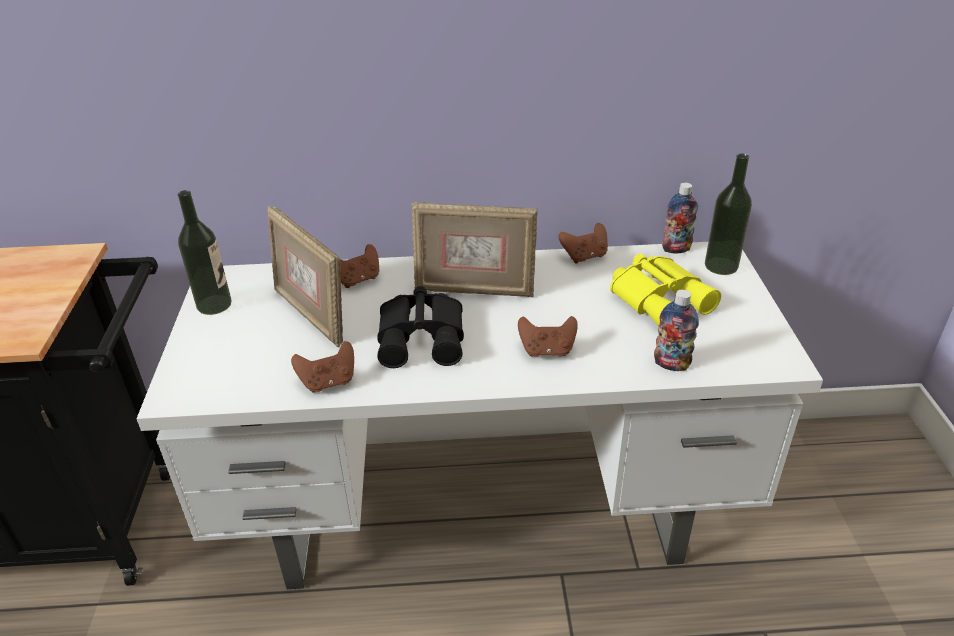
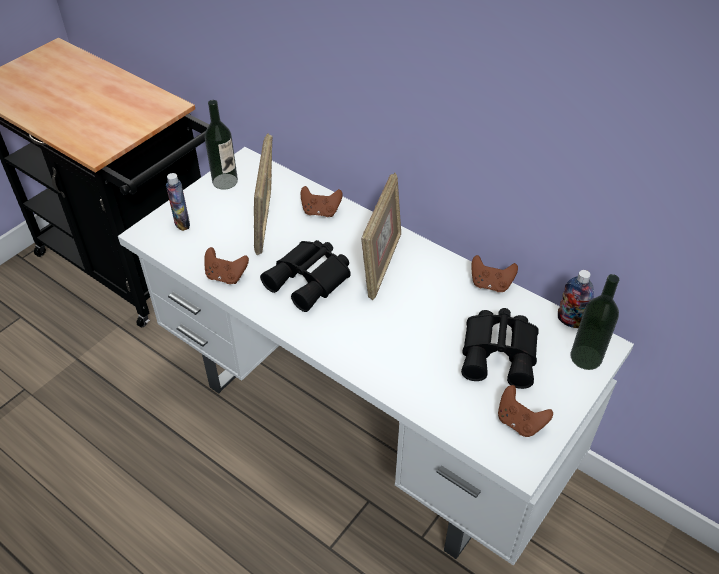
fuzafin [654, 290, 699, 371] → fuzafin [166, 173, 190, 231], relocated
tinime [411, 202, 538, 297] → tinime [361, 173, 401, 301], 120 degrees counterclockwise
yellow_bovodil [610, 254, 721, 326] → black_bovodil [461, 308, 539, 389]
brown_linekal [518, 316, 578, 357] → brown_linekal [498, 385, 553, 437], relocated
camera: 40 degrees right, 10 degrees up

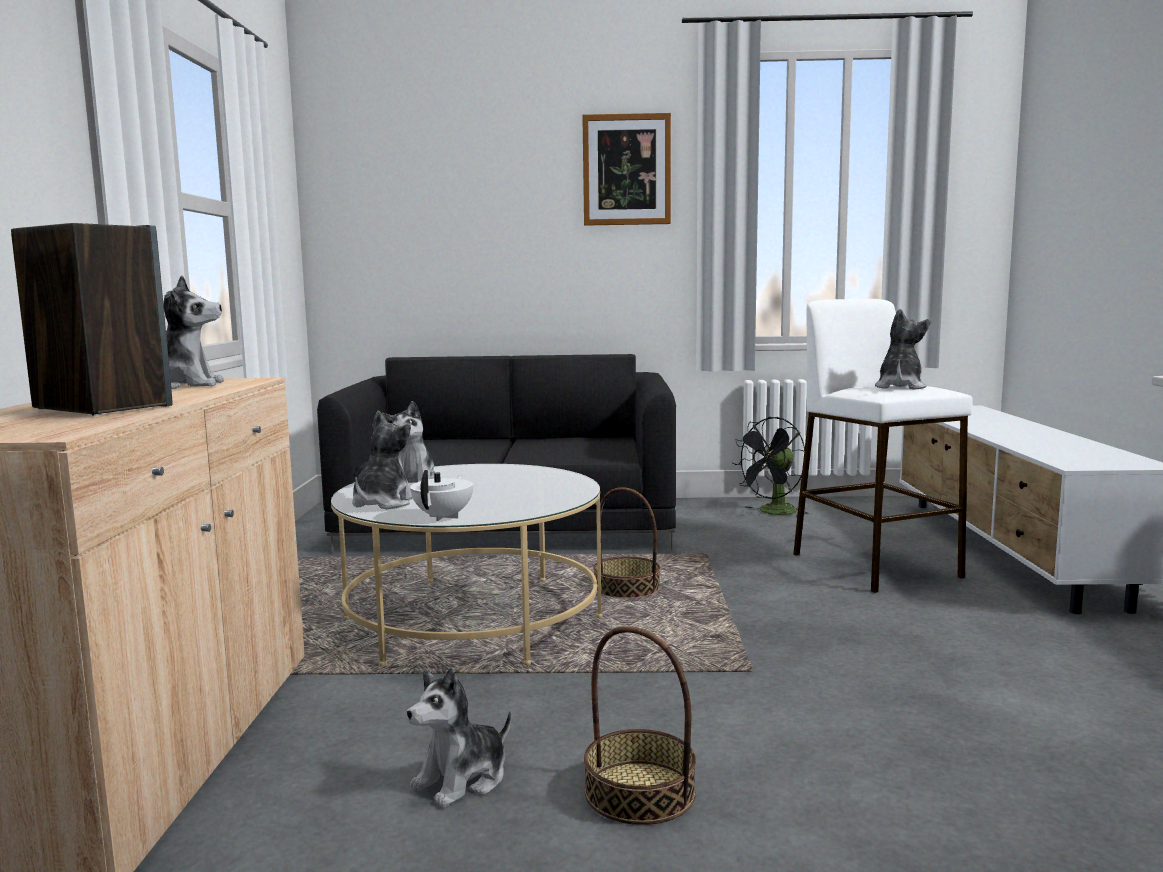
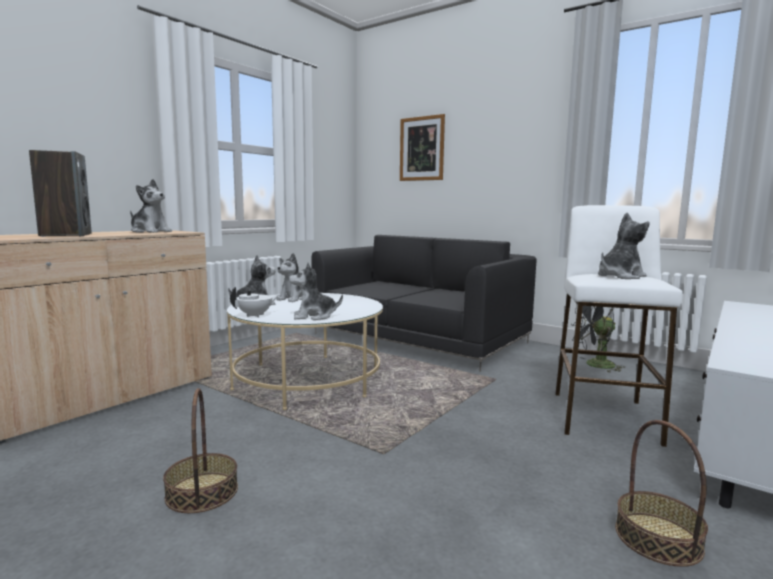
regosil [407, 668, 511, 808] → regosil [289, 262, 343, 320], relocated
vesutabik [582, 113, 671, 226] → vesutabik [400, 114, 445, 181], relocated
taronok [593, 487, 660, 598] → taronok [615, 420, 708, 567], relocated
camera: 35 degrees right, 0 degrees up

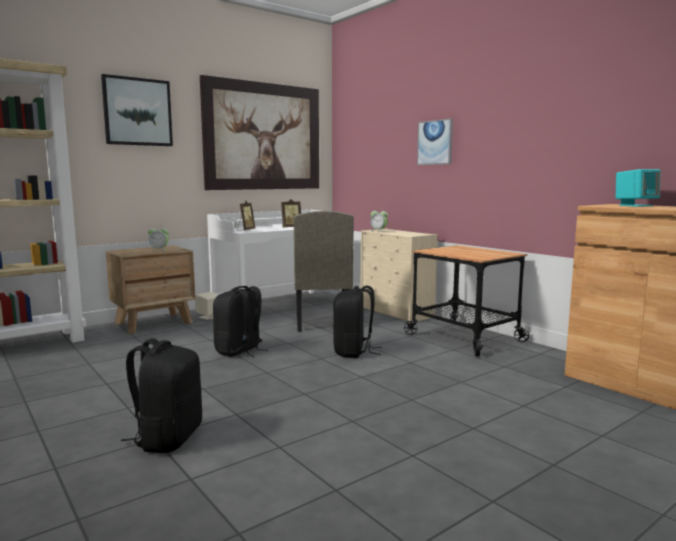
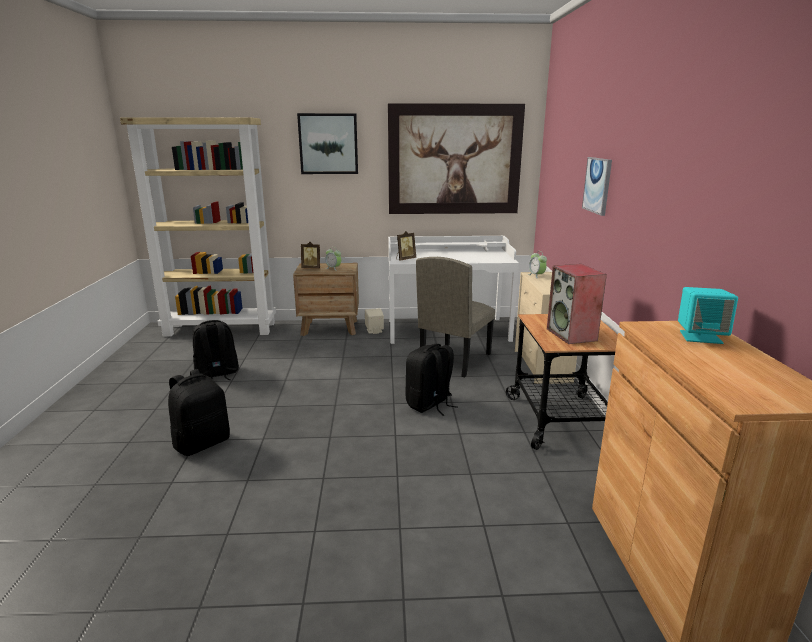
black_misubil [213, 286, 268, 357] → black_misubil [193, 320, 239, 380], relocated
tinime [281, 199, 301, 227] → tinime [301, 242, 320, 269], relocated
- → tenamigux [547, 264, 607, 344]
camera: 35 degrees right, 10 degrees up

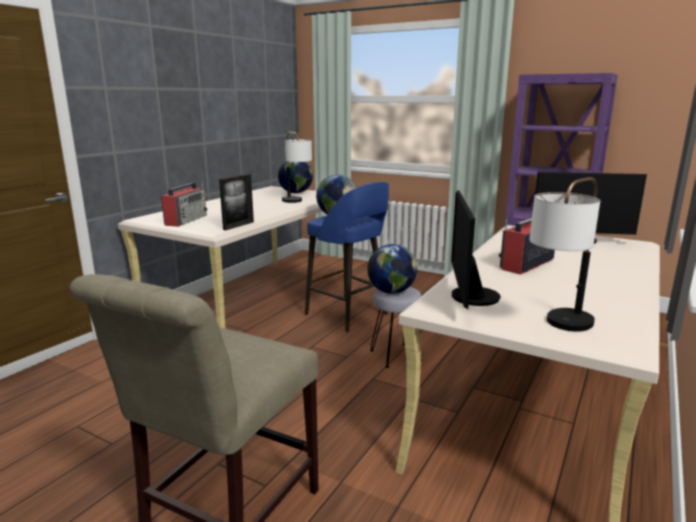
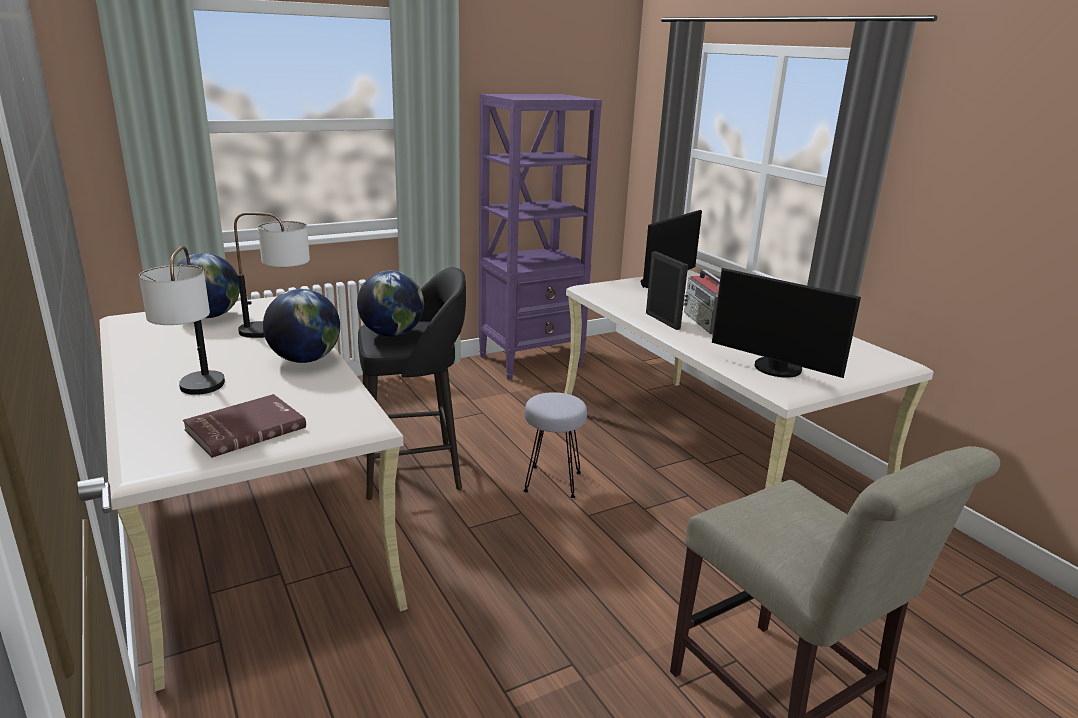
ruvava [530, 177, 600, 332] → ruvava [139, 246, 225, 395], relocated
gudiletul [161, 181, 208, 227] → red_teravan [183, 394, 306, 458]
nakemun [367, 244, 417, 294] → nakemun [263, 289, 340, 363], relocated
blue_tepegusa [305, 182, 389, 332] → black_tepegusa [358, 267, 466, 500]
tinime [219, 174, 254, 230] → tinime [646, 251, 688, 330], relocated
camera: 60 degrees left, 5 degrees up

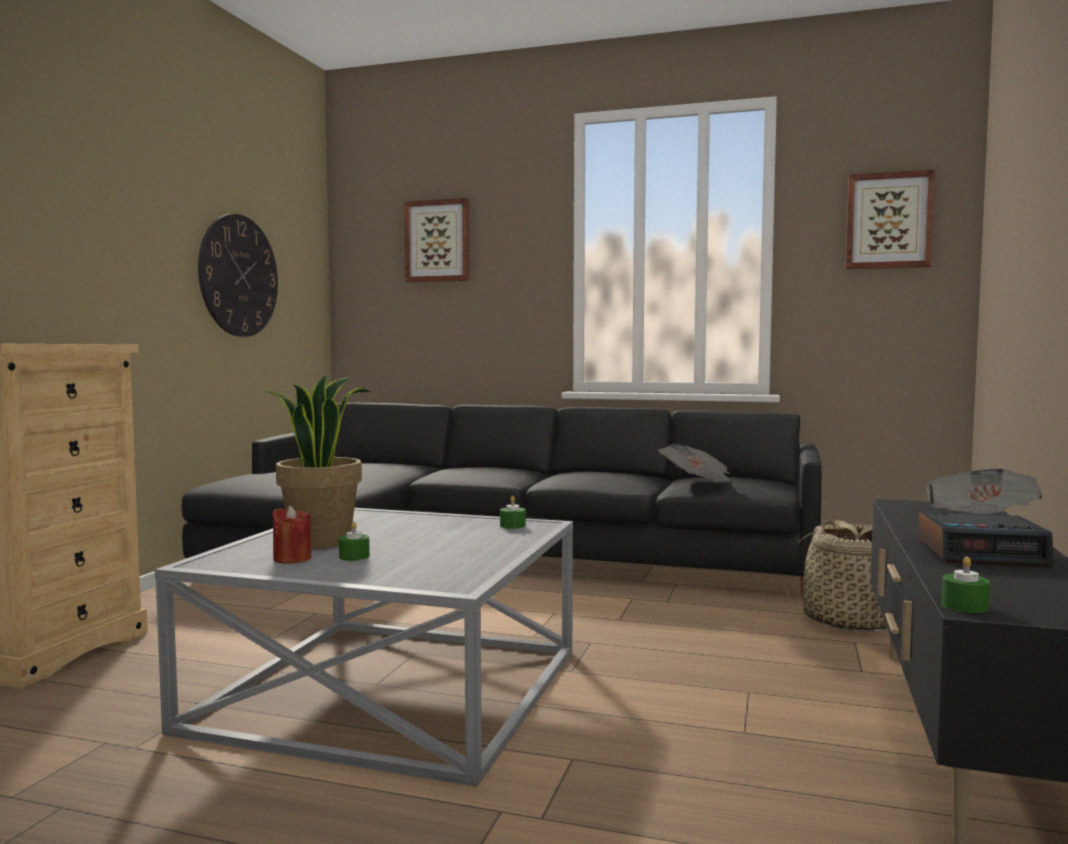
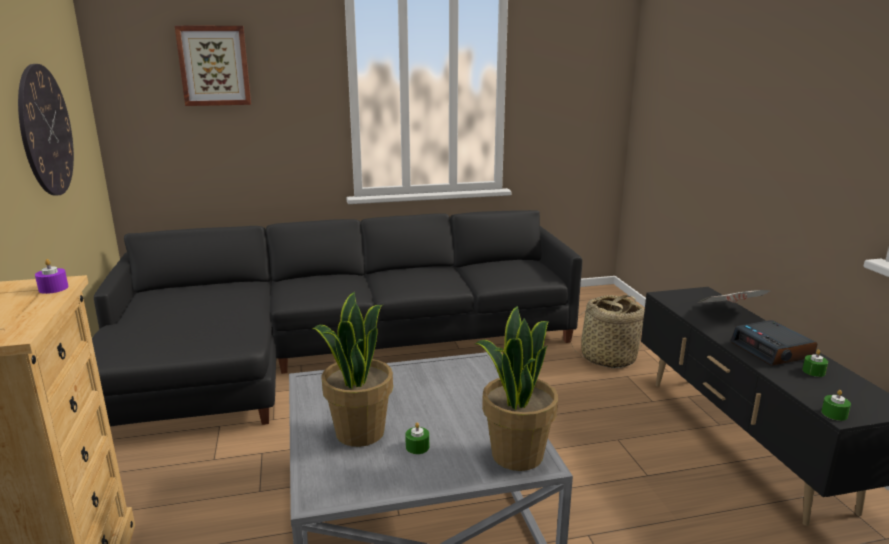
- → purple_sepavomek [35, 259, 68, 294]
- → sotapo [475, 306, 558, 471]
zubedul [918, 512, 1054, 567] → zubedul [731, 320, 817, 366], 90 degrees clockwise
green_sepavomek [500, 496, 525, 529] → green_sepavomek [802, 350, 828, 377], relocated
red_sepavomek [272, 506, 311, 564] → -
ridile [658, 444, 730, 480] → -
vesutabik [845, 169, 935, 270] → -
camera: 30 degrees left, 15 degrees up

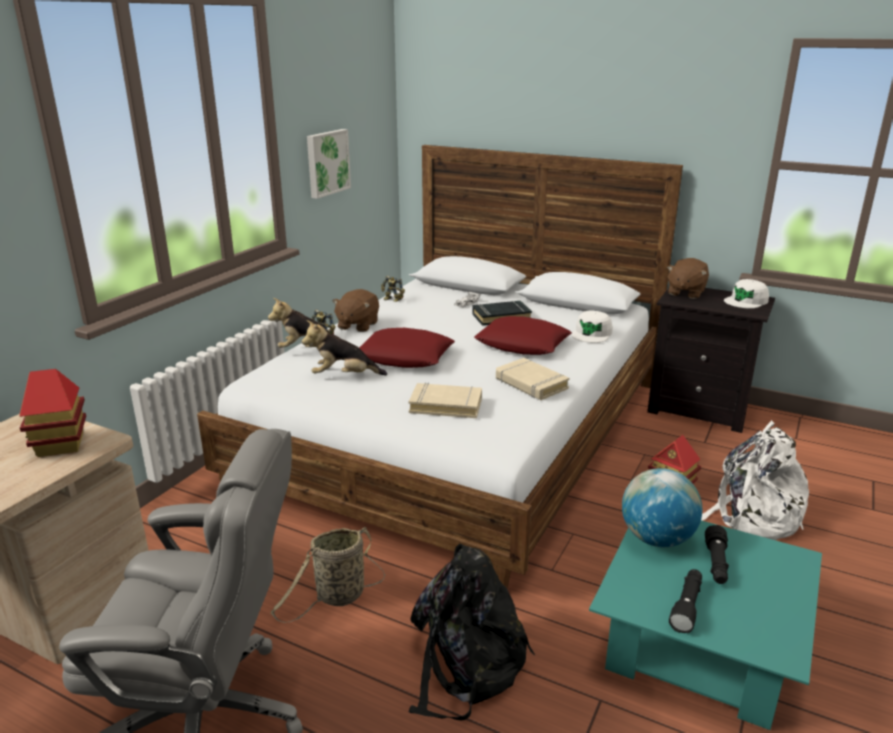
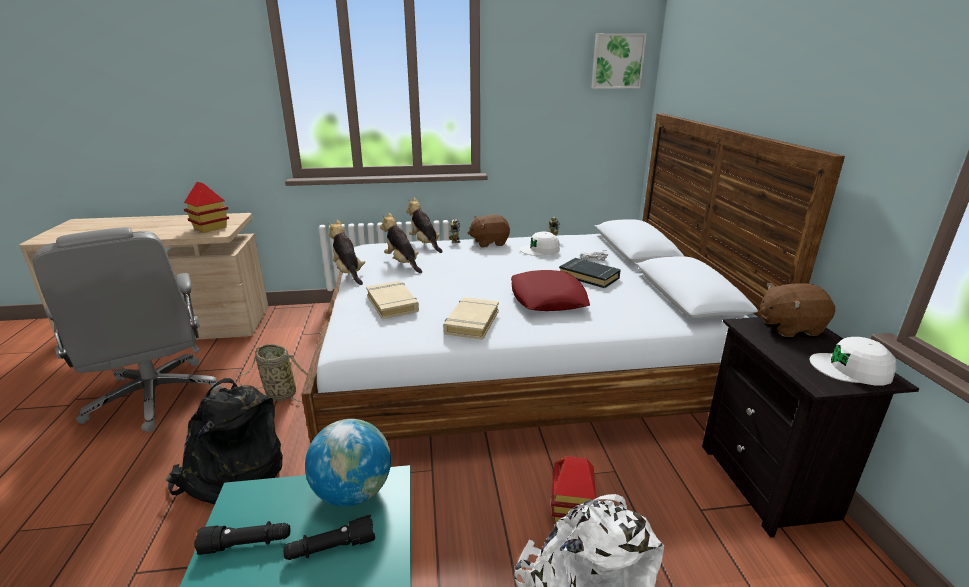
- → regosil [328, 220, 365, 285]
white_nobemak [571, 310, 613, 343] → white_nobemak [520, 232, 560, 256], relocated
vesutabik [307, 129, 351, 199] → vesutabik [591, 33, 647, 89], relocated
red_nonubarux [359, 328, 455, 368] → -
camera: 55 degrees right, 0 degrees up

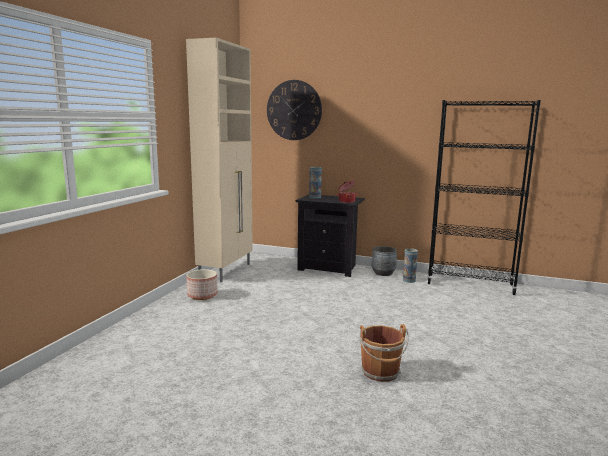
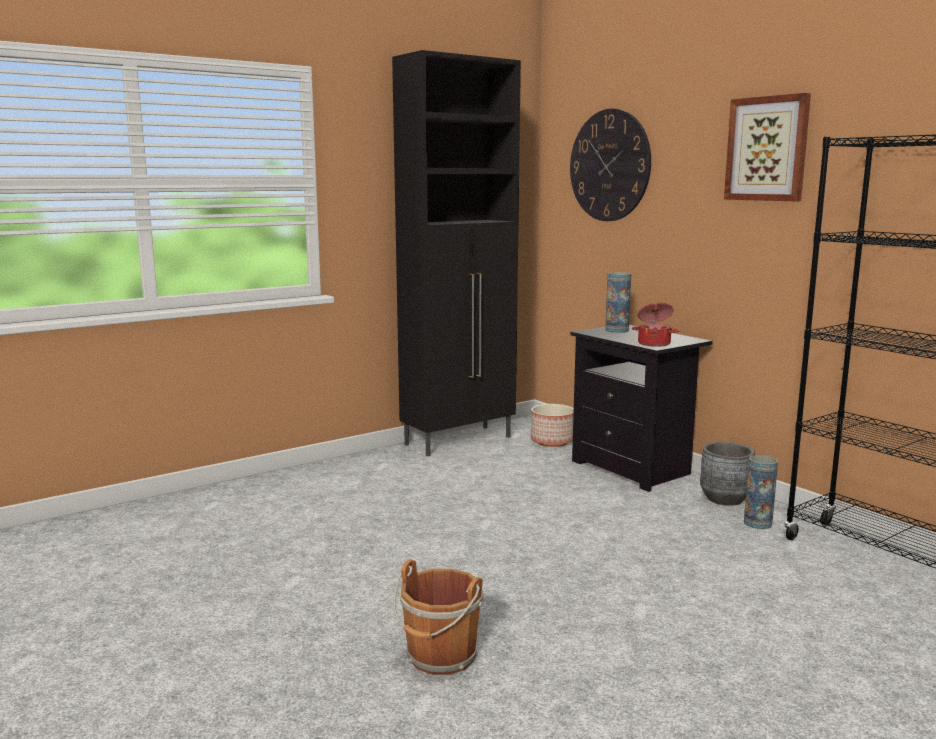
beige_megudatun [186, 37, 253, 282] → black_megudatun [392, 50, 521, 456]
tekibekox [186, 269, 218, 300] → tekibekox [531, 404, 574, 447], relocated
- → vesutabik [724, 93, 811, 201]
camera: 35 degrees right, 0 degrees up

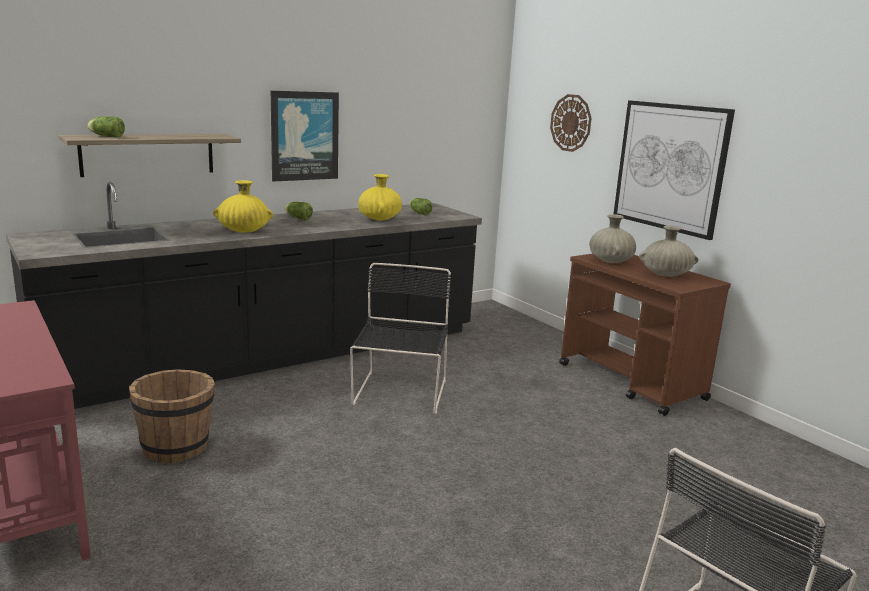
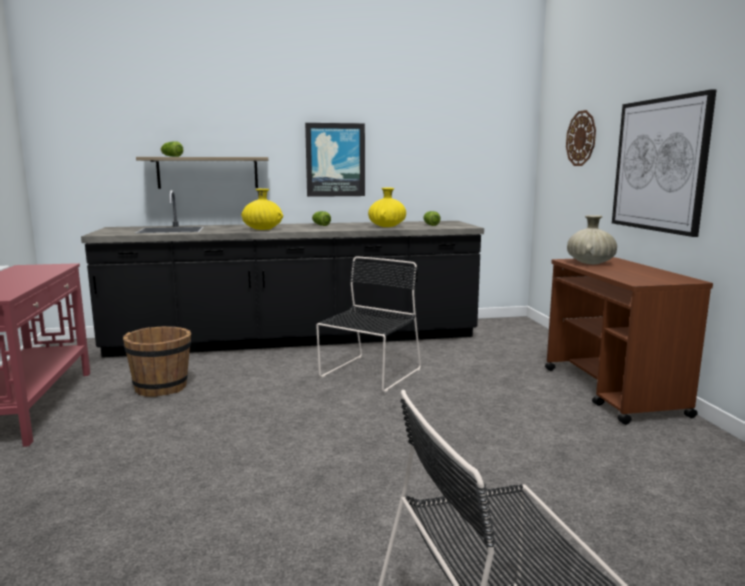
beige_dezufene [639, 225, 698, 277] → -
camera: 25 degrees right, 5 degrees down

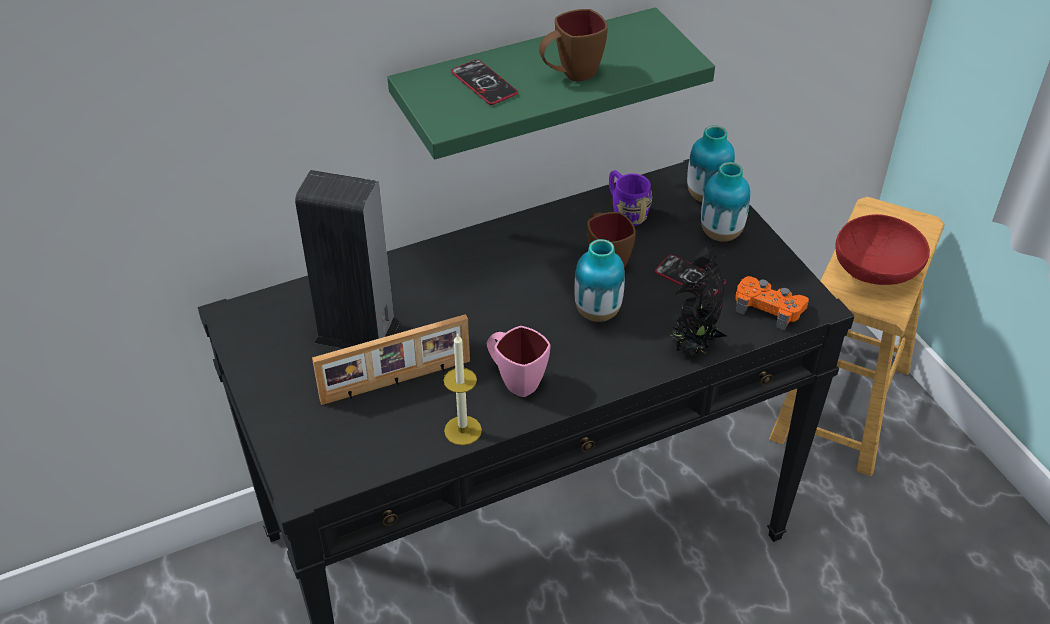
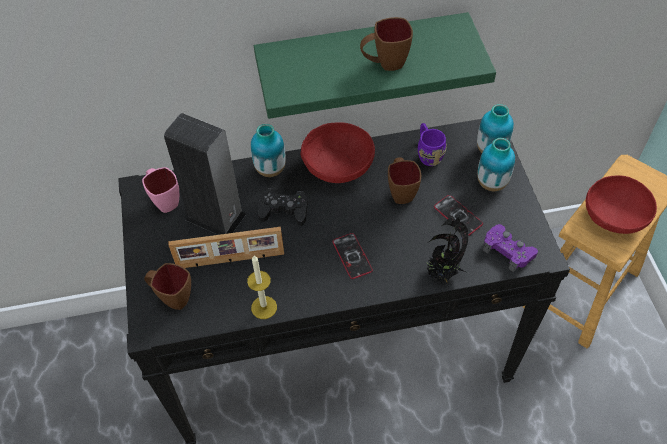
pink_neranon [487, 326, 550, 397] → pink_neranon [142, 167, 179, 213], relocated
- → brown_neranon [144, 263, 191, 310]
dezufene [574, 239, 625, 322] → dezufene [251, 124, 286, 177], relocated
- → black_linekal [258, 188, 308, 226]
- → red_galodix [300, 122, 375, 183]
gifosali [451, 59, 518, 105] → gifosali [332, 233, 373, 279], relocated
orange_linekal [735, 276, 809, 330] → purple_linekal [483, 224, 538, 272]
camera: 15 degrees right, 10 degrees up

